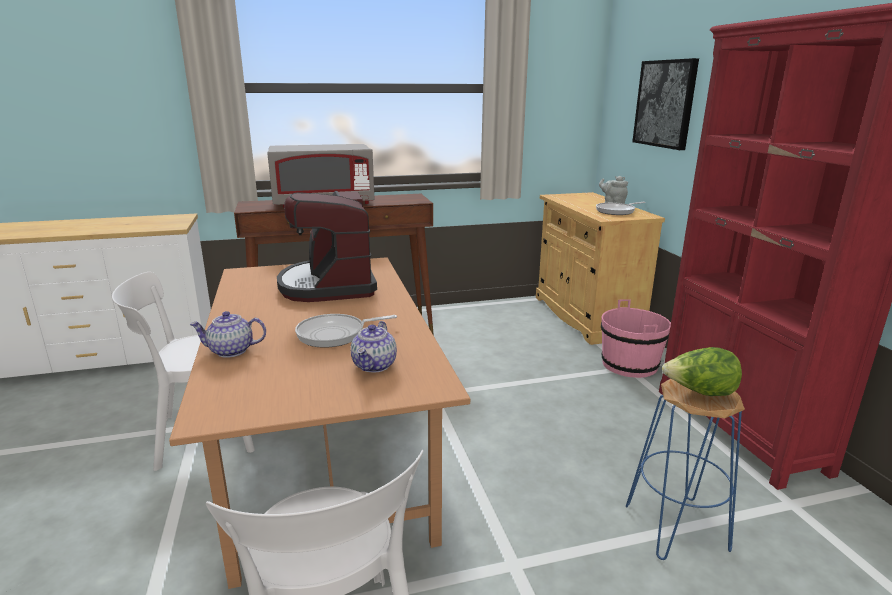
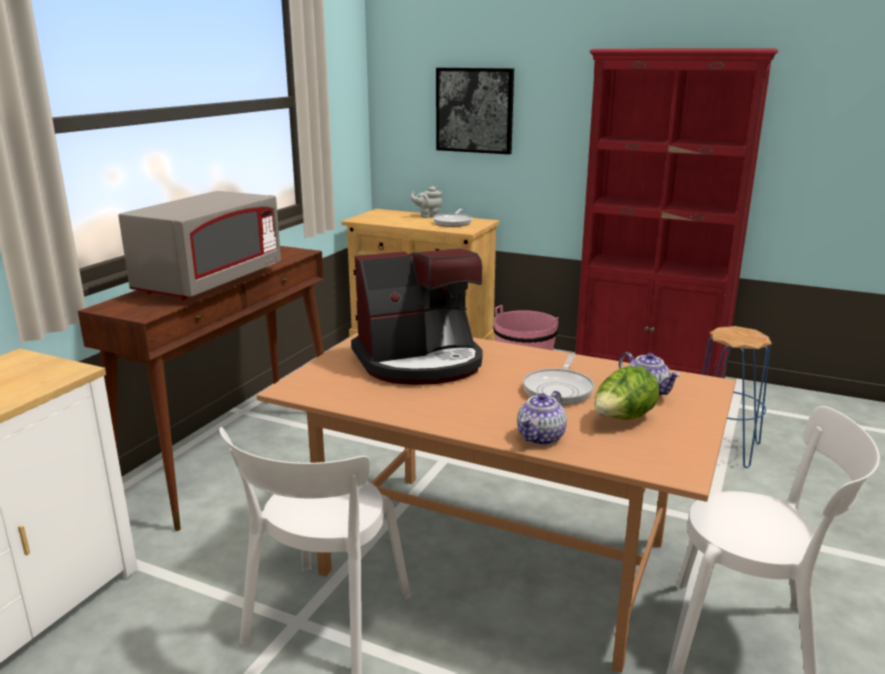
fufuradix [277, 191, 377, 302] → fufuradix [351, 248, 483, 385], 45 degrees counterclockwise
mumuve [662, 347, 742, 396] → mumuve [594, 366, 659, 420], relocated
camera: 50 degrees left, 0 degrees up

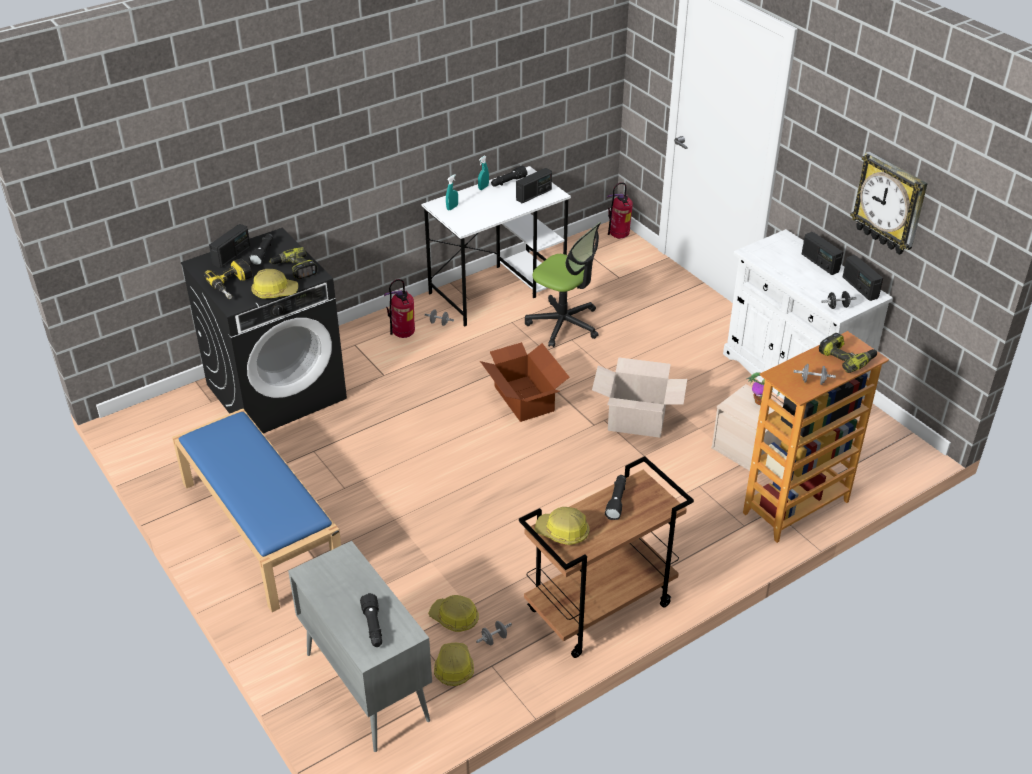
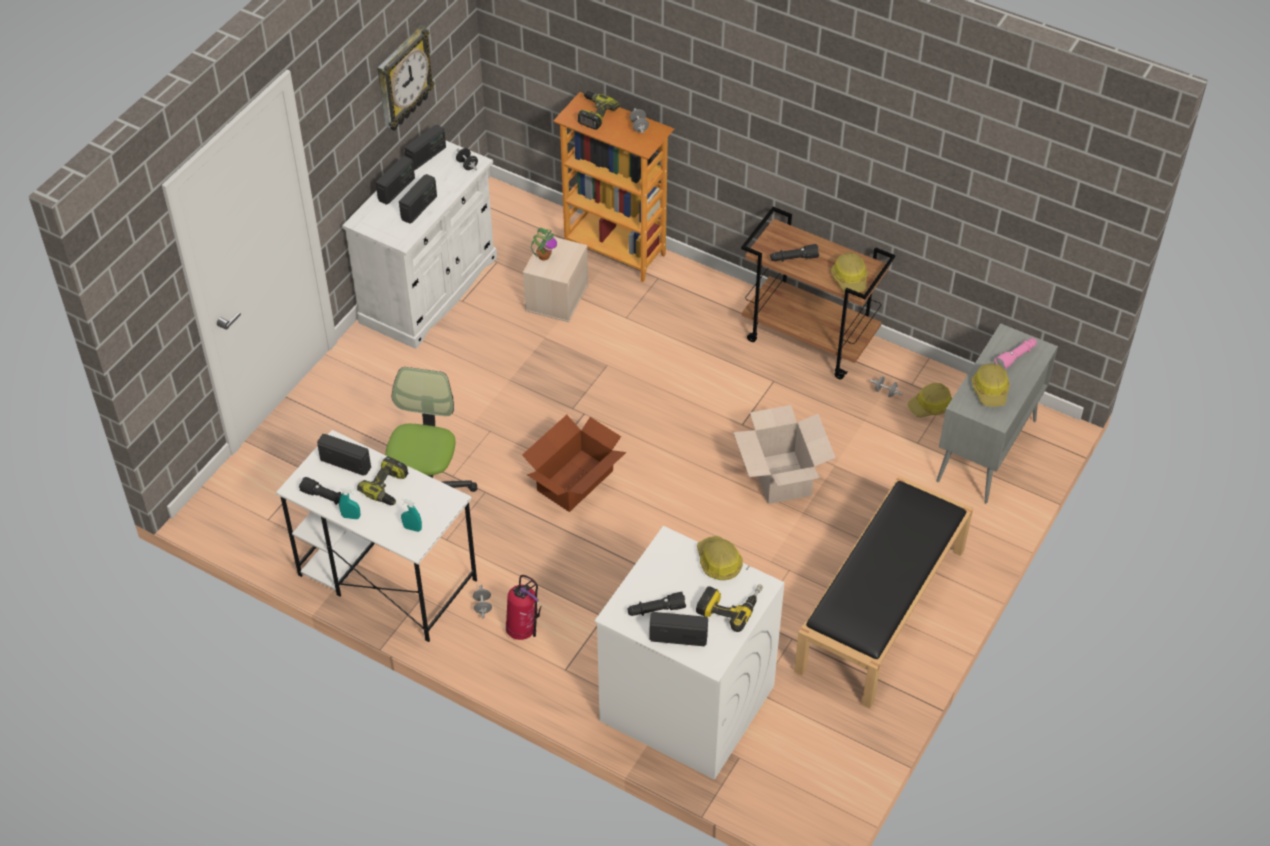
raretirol [269, 247, 318, 279] → raretirol [357, 456, 408, 505], relocated
- → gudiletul [399, 174, 437, 224]
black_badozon [181, 227, 347, 434] → white_badozon [594, 526, 784, 780]
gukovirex [592, 357, 687, 438] → gukovirex [733, 405, 836, 504], relocated
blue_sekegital [172, 409, 341, 612] → black_sekegital [794, 476, 973, 709]
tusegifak [428, 595, 479, 632] → tusegifak [972, 363, 1009, 407], relocated
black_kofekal [360, 593, 382, 647] → pink_kofekal [995, 338, 1037, 370]
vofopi [607, 182, 633, 239] → -
camera: 115 degrees left, 10 degrees up

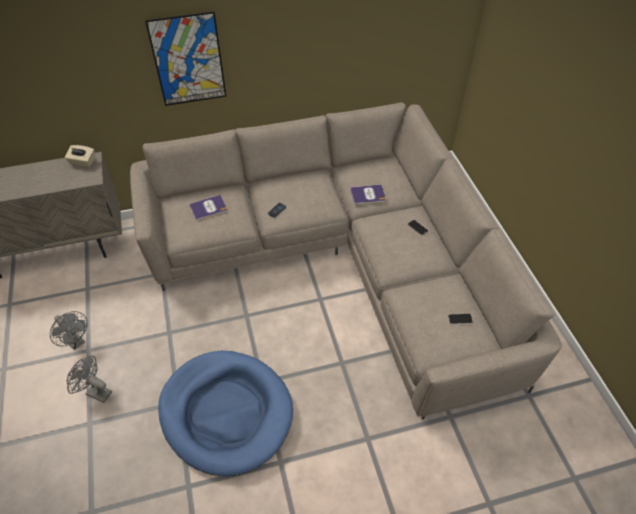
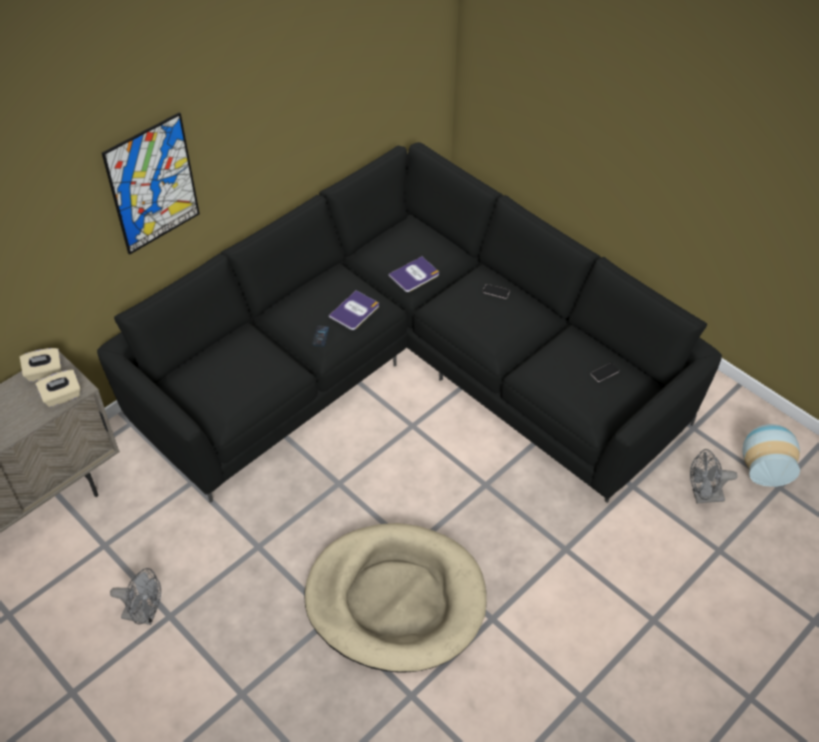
- → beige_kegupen [35, 370, 81, 407]
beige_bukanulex [130, 102, 562, 420] → black_bukanulex [97, 142, 722, 503]
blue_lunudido [158, 351, 293, 476] → beige_lunudido [304, 523, 487, 673]
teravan [189, 195, 227, 220] → teravan [329, 290, 379, 330], relocated
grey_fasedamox [67, 356, 112, 403] → grey_fasedamox [690, 449, 737, 503], relocated
- → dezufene [742, 424, 800, 487]
camera: 30 degrees left, 0 degrees up

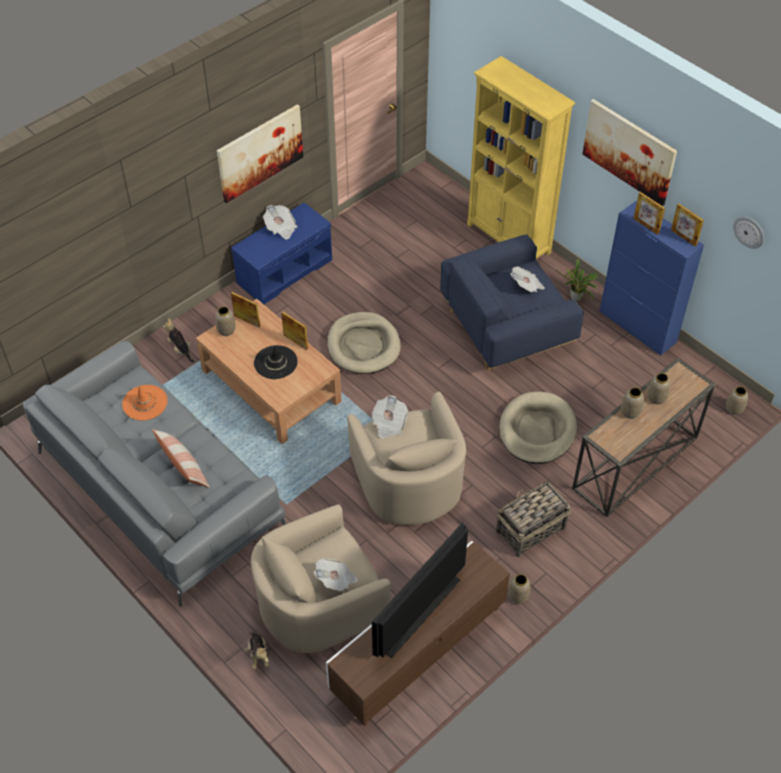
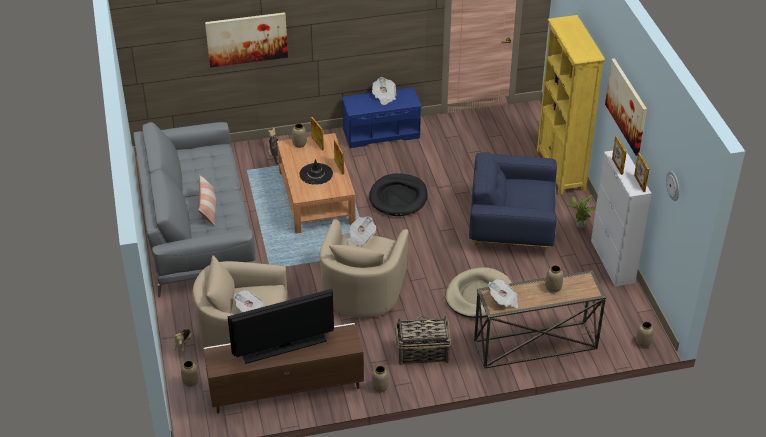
dezufene [621, 387, 644, 419] → dezufene [181, 360, 199, 387], relocated
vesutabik [217, 104, 303, 203] → vesutabik [205, 12, 288, 68], relocated
beige_lunudido [327, 312, 401, 374] → black_lunudido [369, 173, 428, 216]
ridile [510, 267, 545, 292] → ridile [489, 279, 518, 308], relocated
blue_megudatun [599, 201, 704, 356] → white_megudatun [591, 149, 652, 286]
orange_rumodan [122, 385, 168, 420] → -
camera: 30 degrees right, 10 degrees down

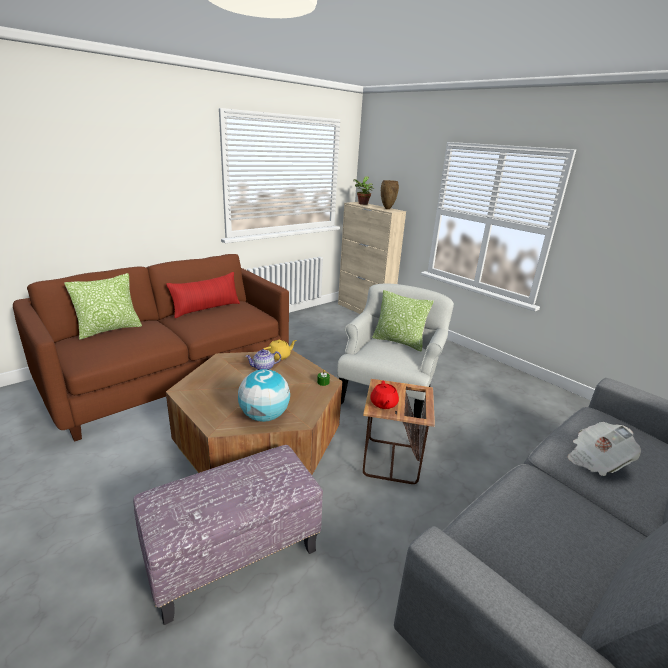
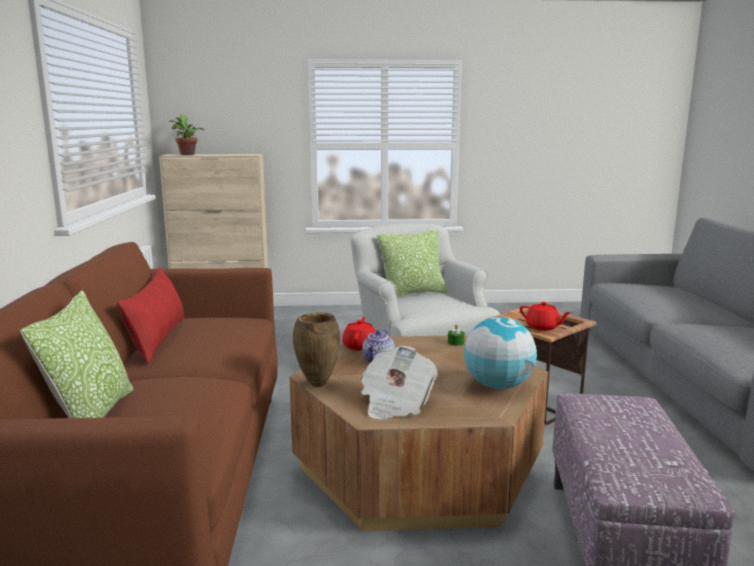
brown_dezufene [381, 180, 399, 209] → brown_dezufene [293, 312, 340, 387], relocated
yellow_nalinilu [263, 340, 297, 360] → red_nalinilu [342, 317, 375, 351]
ridile [568, 422, 641, 476] → ridile [360, 346, 438, 419], relocated
camera: 50 degrees left, 10 degrees down

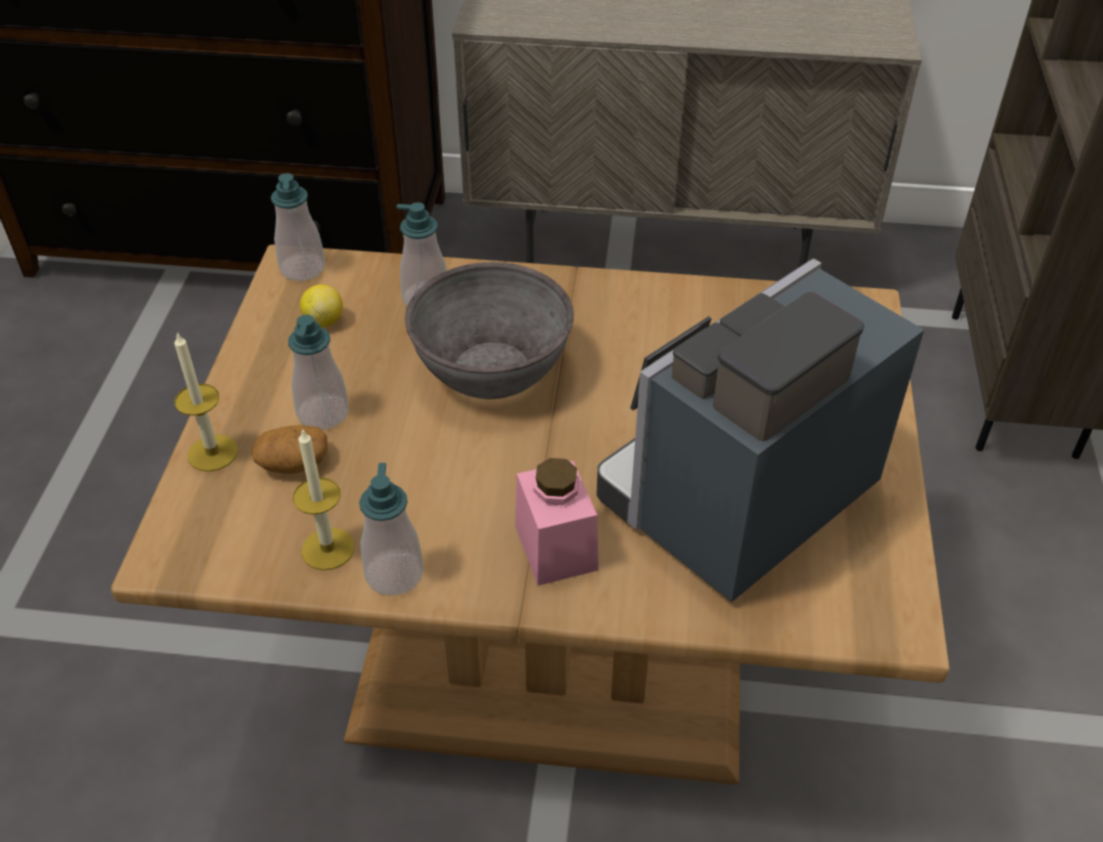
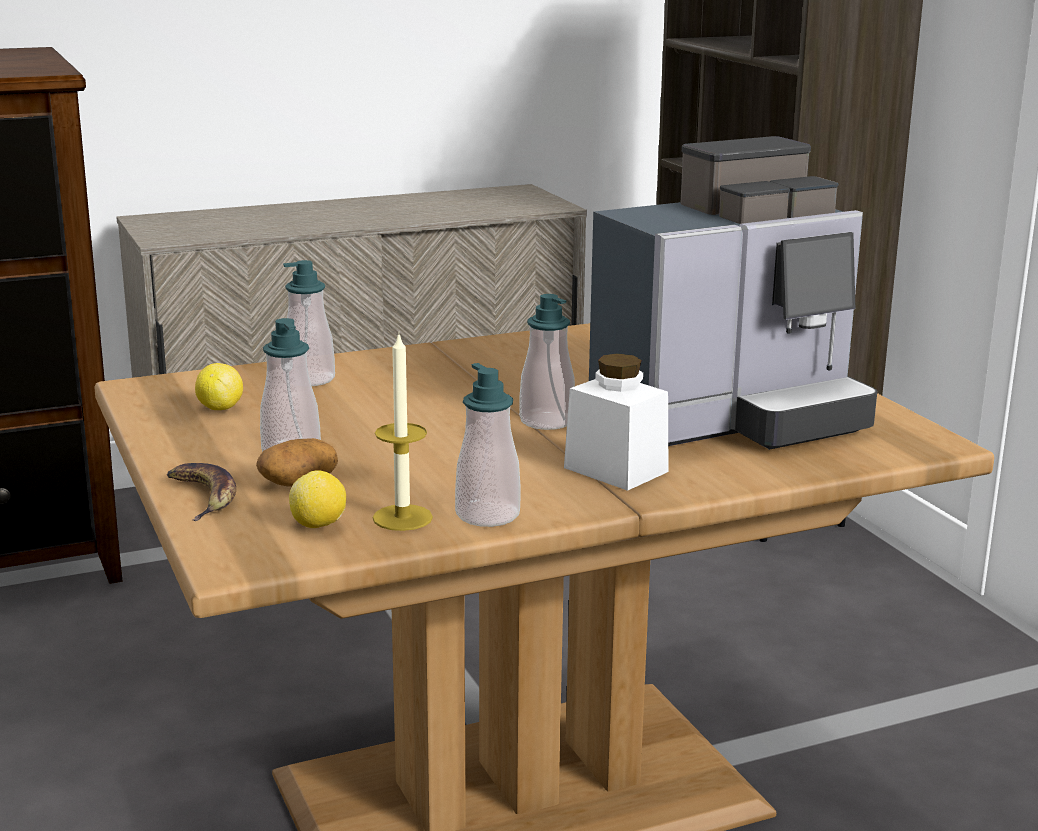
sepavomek [174, 332, 238, 472] → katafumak [167, 463, 236, 521]
- → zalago [289, 470, 346, 528]
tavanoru [271, 173, 325, 281] → tavanoru [519, 294, 575, 430], relocated
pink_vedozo [515, 458, 599, 586] → white_vedozo [564, 353, 668, 491]
fufuradix [596, 258, 924, 602] → fufuradix [589, 136, 877, 450], 135 degrees counterclockwise
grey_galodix [405, 262, 574, 399] → -
camera: 30 degrees left, 25 degrees down

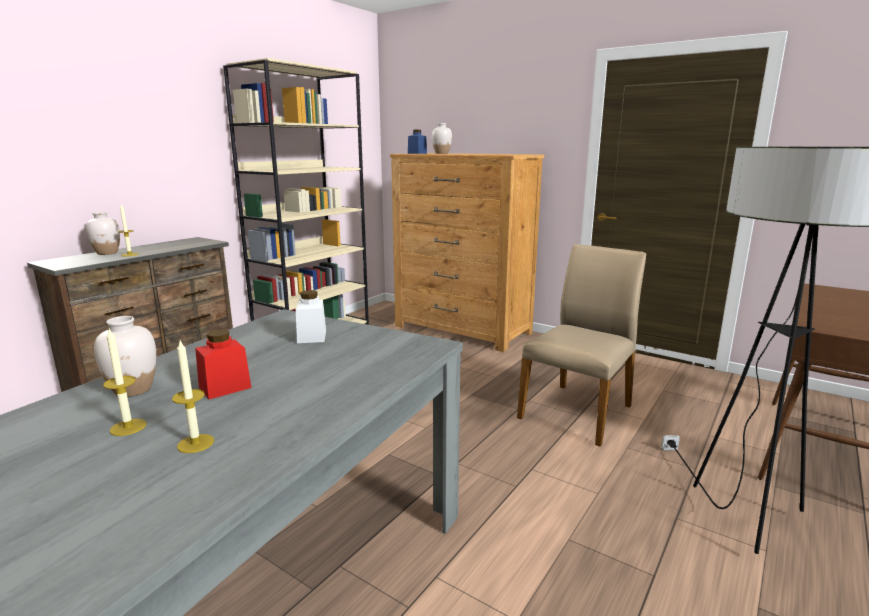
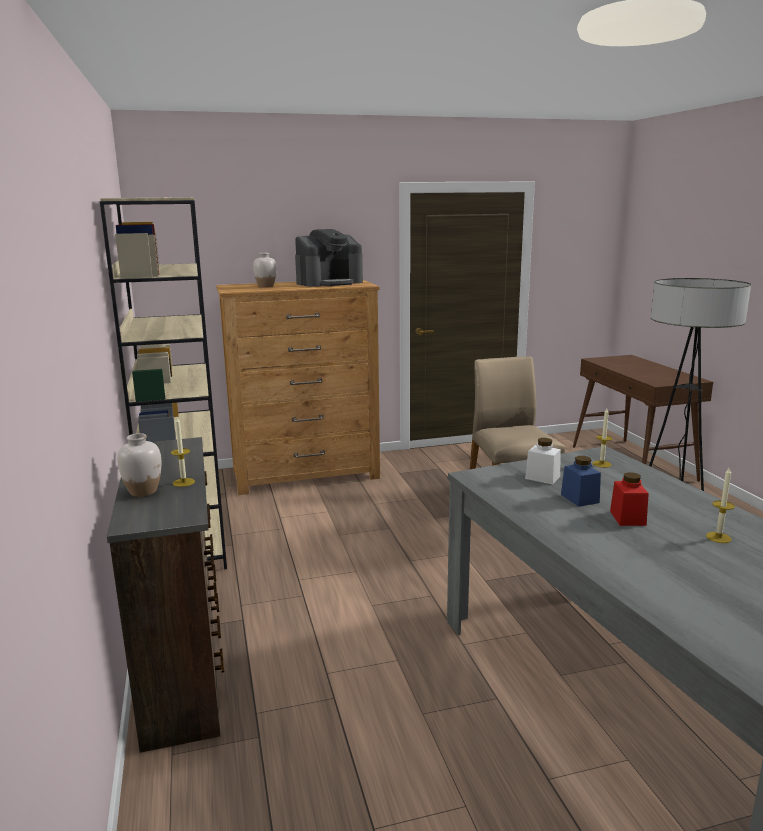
- → fufuradix [295, 229, 363, 287]
blue_vedozo [408, 130, 427, 154] → blue_vedozo [561, 456, 601, 507], relocated
sepavomek [103, 328, 146, 436] → sepavomek [593, 408, 612, 468], relocated
white_dezufene [94, 316, 156, 397] → -
camera: 50 degrees left, 0 degrees up

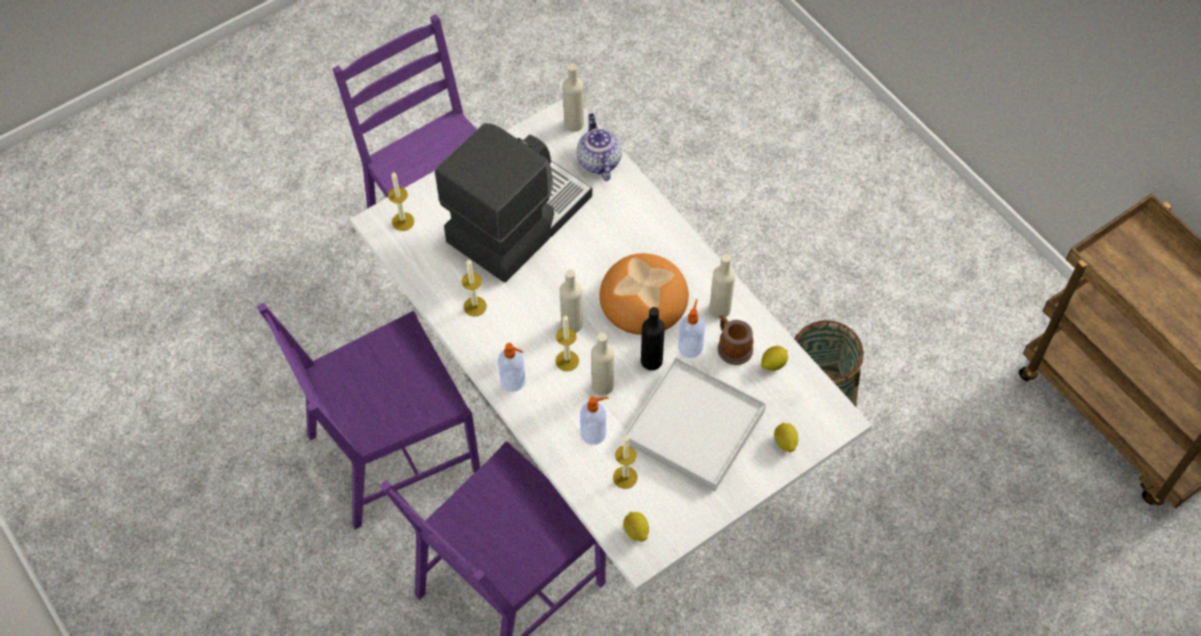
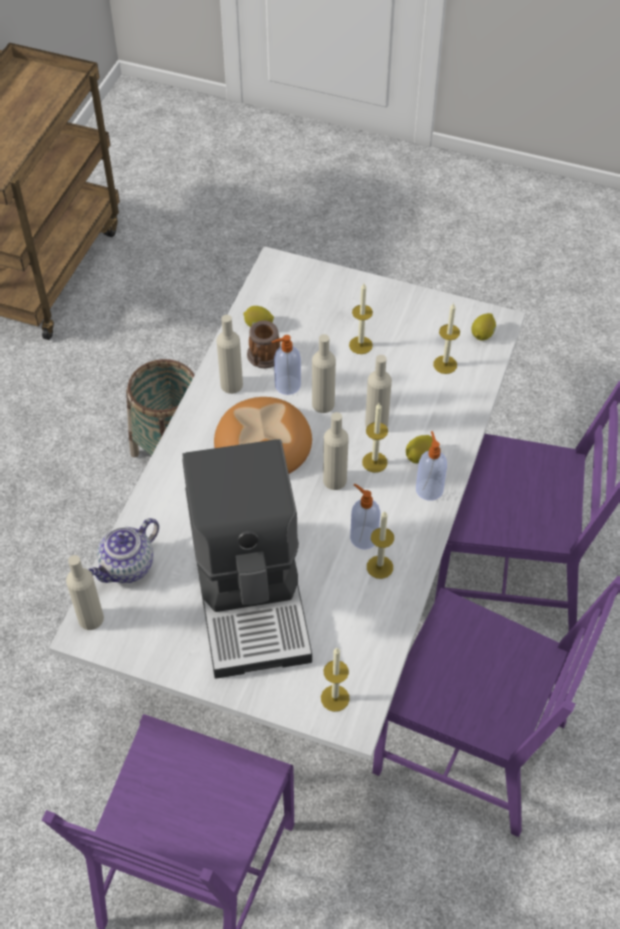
fufuradix [435, 123, 592, 282] → fufuradix [182, 439, 312, 679], 105 degrees counterclockwise
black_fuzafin [641, 307, 665, 370] → beige_fuzafin [312, 334, 336, 413]
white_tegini [624, 357, 766, 492] → sepavomek [349, 283, 373, 354]
tavanoru [580, 397, 608, 445] → tavanoru [350, 484, 381, 549], relocated
zalago [774, 423, 798, 452] → zalago [406, 435, 433, 464], relocated
camera: 125 degrees left, 5 degrees down

